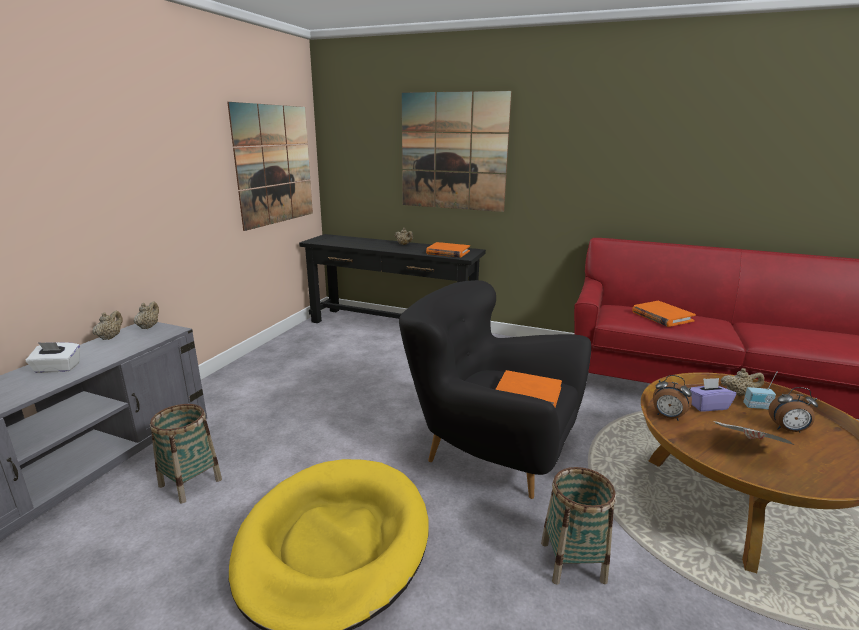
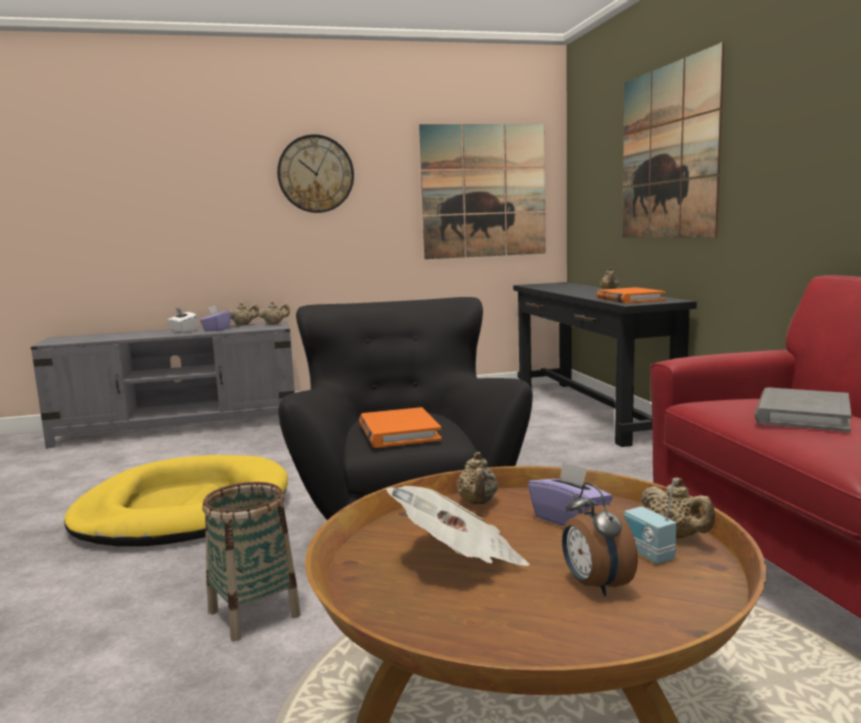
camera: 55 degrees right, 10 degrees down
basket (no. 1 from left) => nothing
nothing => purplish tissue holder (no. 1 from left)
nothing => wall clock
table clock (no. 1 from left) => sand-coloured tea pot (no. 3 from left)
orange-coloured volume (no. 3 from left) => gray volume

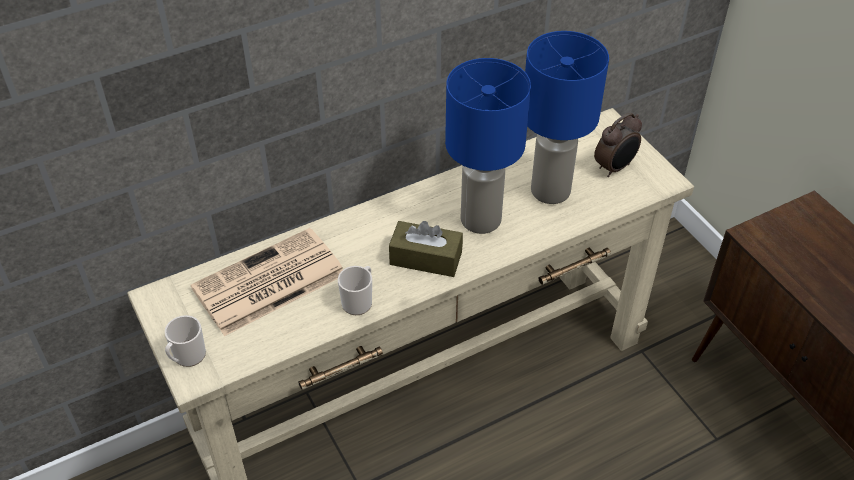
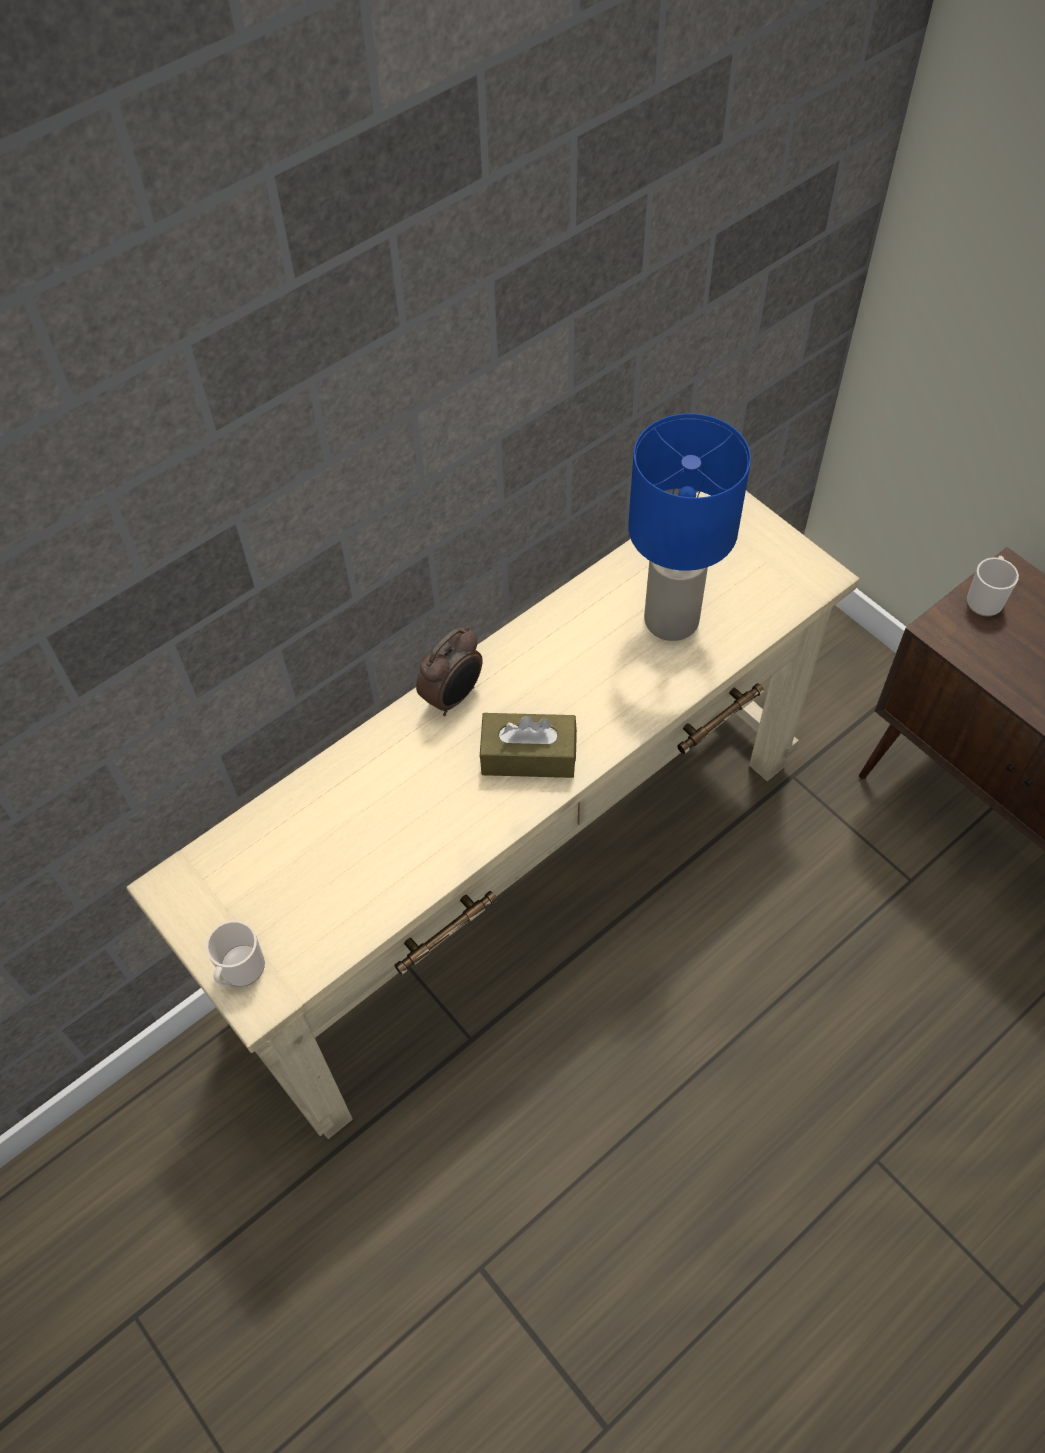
camera: 10 degrees left, 10 degrees up
daily paper => nothing
blue-coloured lamp for a table (no. 1 from left) => nothing
coffee mug (no. 2 from left), relocated
table clock, relocated

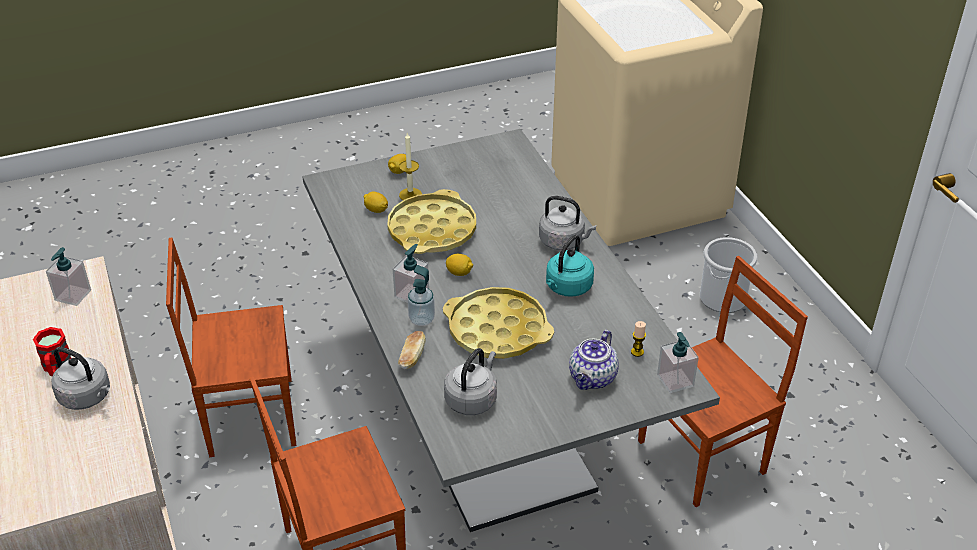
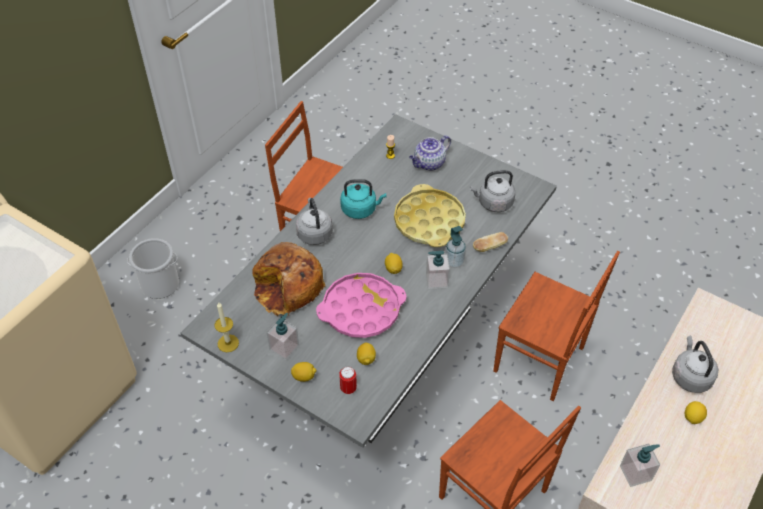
camera: 125 degrees left, 10 degrees up
nothing => baked bread (no. 1 from left)
nothing => metal can
candle (no. 1 from left), relocated
soap dispenser (no. 4 from left in the first image) => soap dispenser (no. 1 from left), relocated
red-coloured coffee mug => lemon (no. 4 from left)
yellowish carrying tray (no. 1 from left) => pink carrying tray
tea pot, 150 degrees clockwise

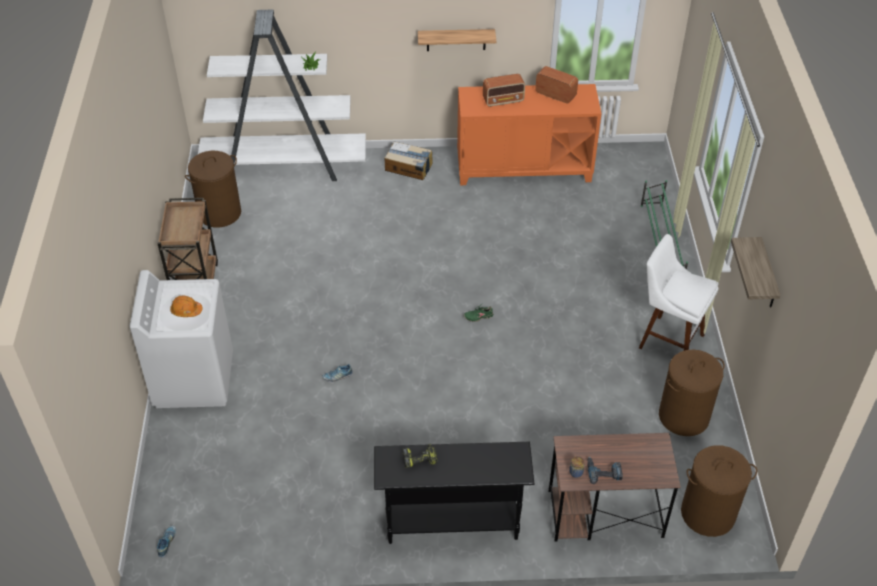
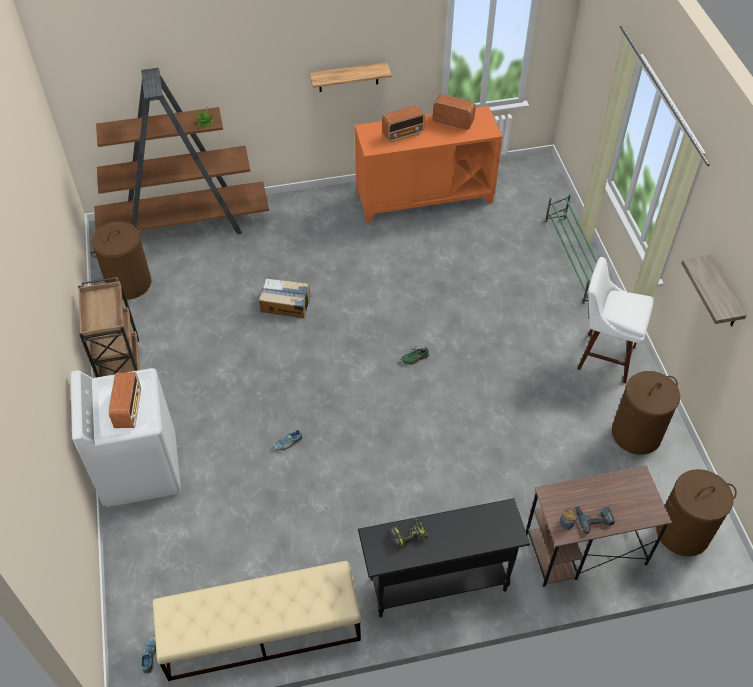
camera: 10 degrees left, 5 degrees up
nothing => sand-coloured long seat
cardboard box, relocated
orange-coloured safety helmet => radio receiver (no. 1 from left)
white-coloured bookshelf => brown-coloured bookshelf

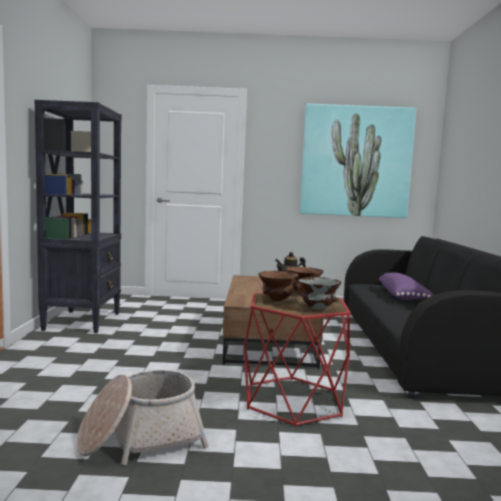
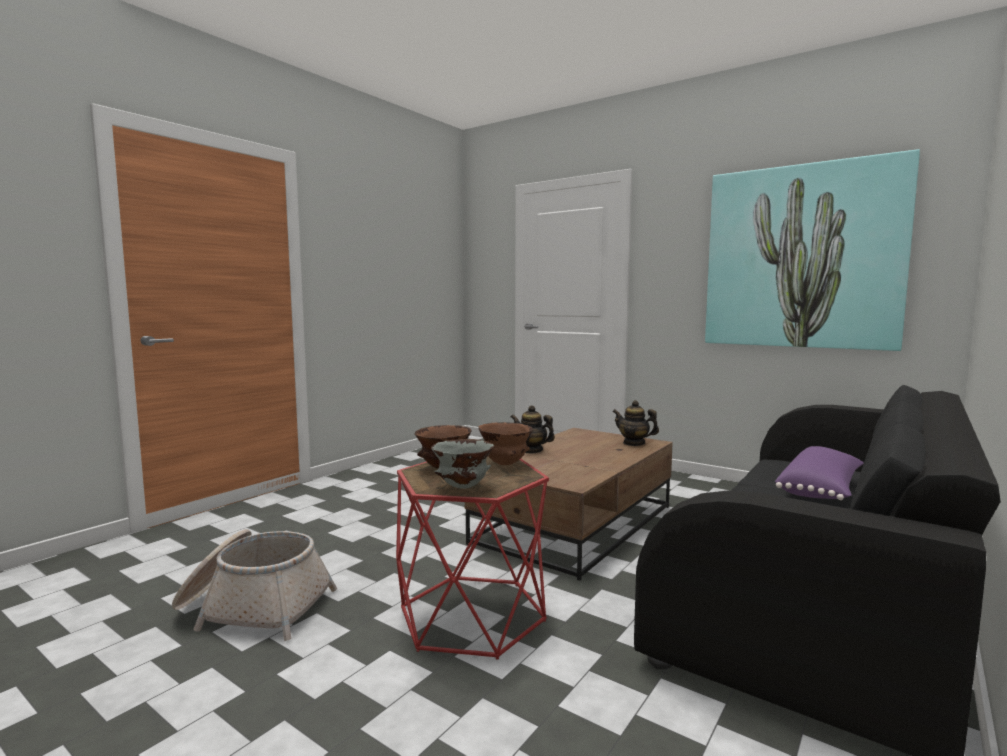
camera: 35 degrees right, 0 degrees up
black-coloured bookshelf => nothing
nothing => tea pot (no. 1 from left)

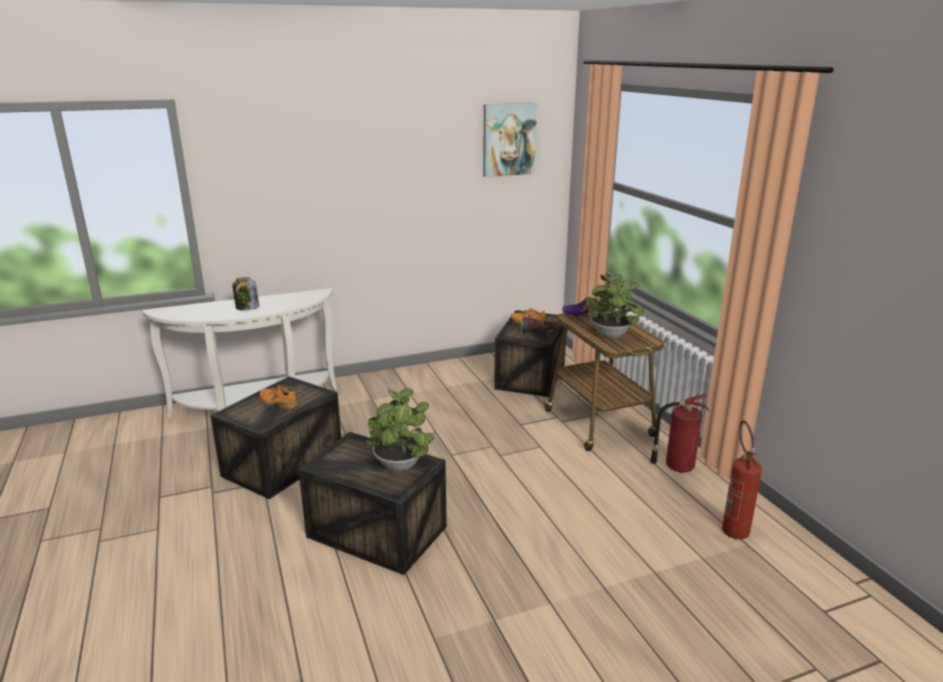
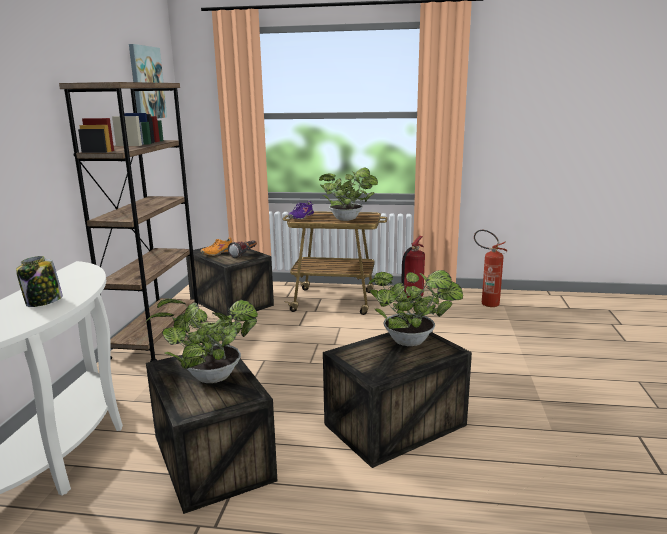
camera: 60 degrees left, 5 degrees down
nothing => brown-coloured bookshelf
orange-coloured shoe (no. 1 from left) => plant in a pot (no. 1 from left)

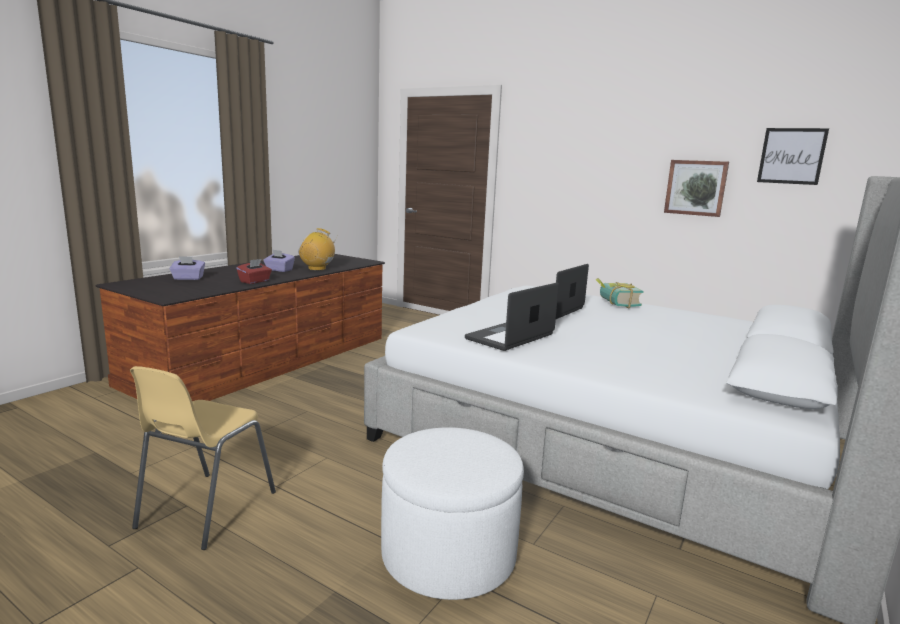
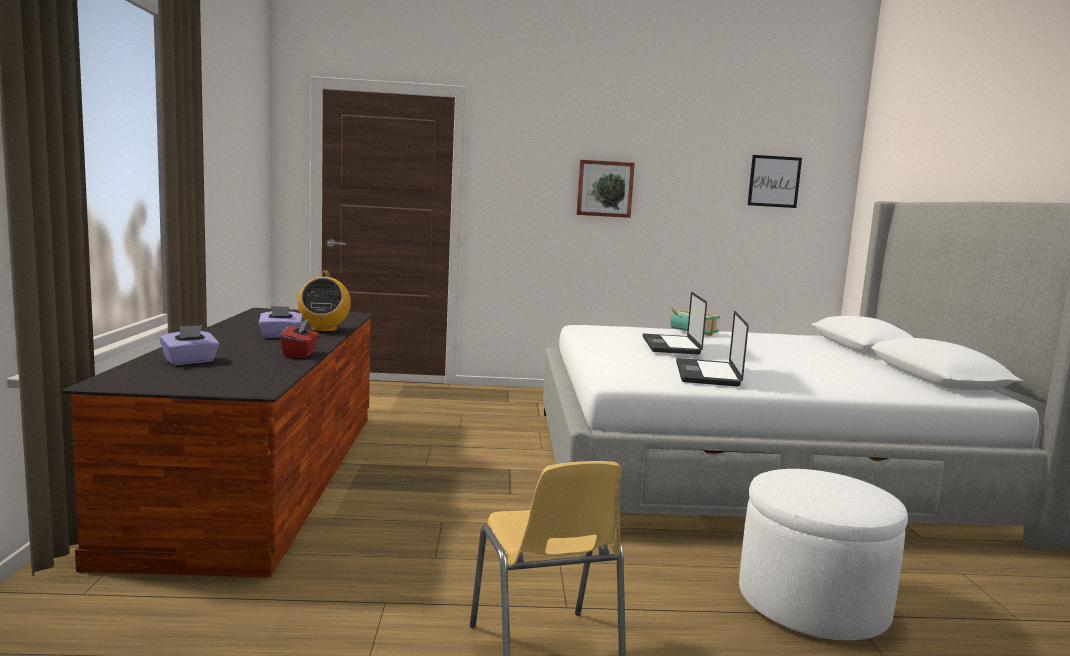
camera: 35 degrees left, 5 degrees down
wall art (no. 1 from left), relocated
radio receiver, 75 degrees counterclockwise

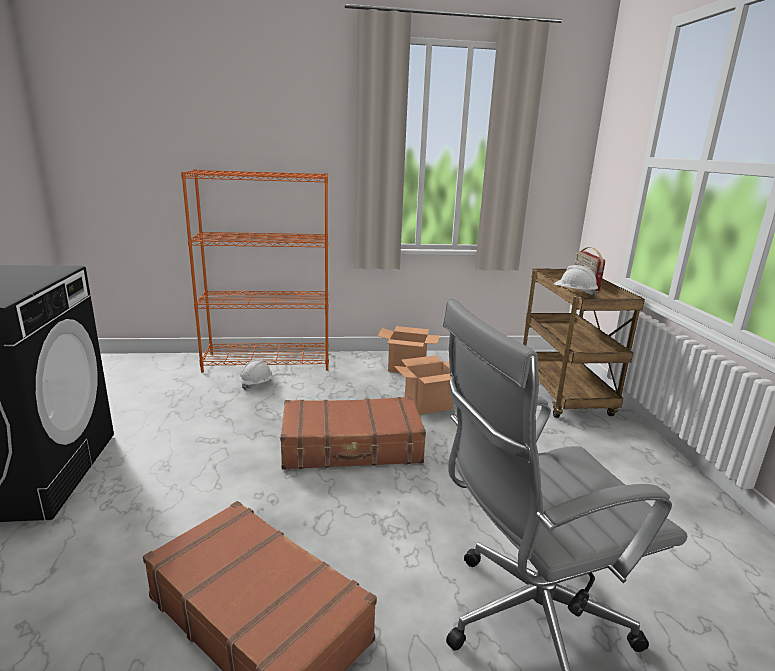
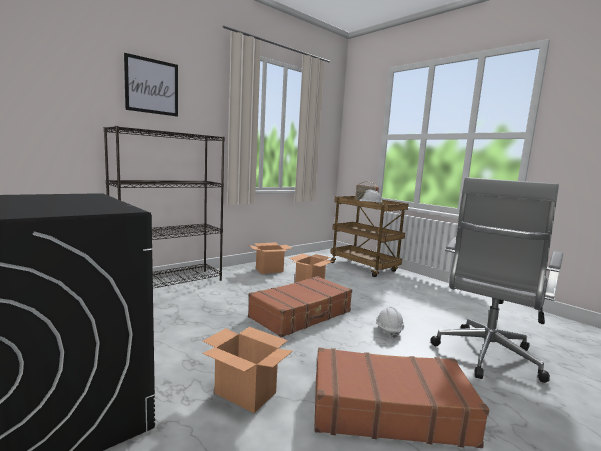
camera: 35 degrees left, 10 degrees down
nothing => wall art
nothing => cardboard box (no. 1 from left)
white-coloured safety helmet (no. 1 from left in the first image) => white-coloured safety helmet (no. 2 from left), relocated
orange-coloured bookshelf => black-coloured bookshelf

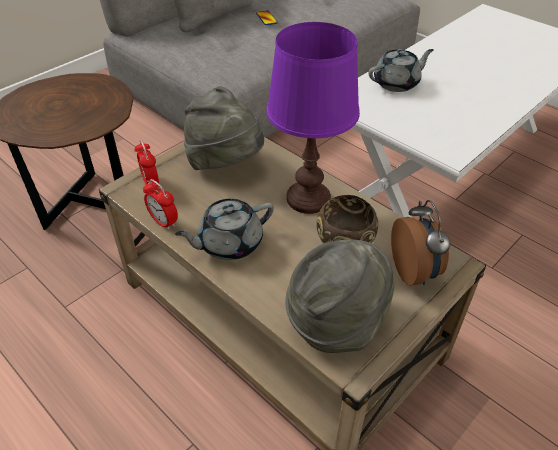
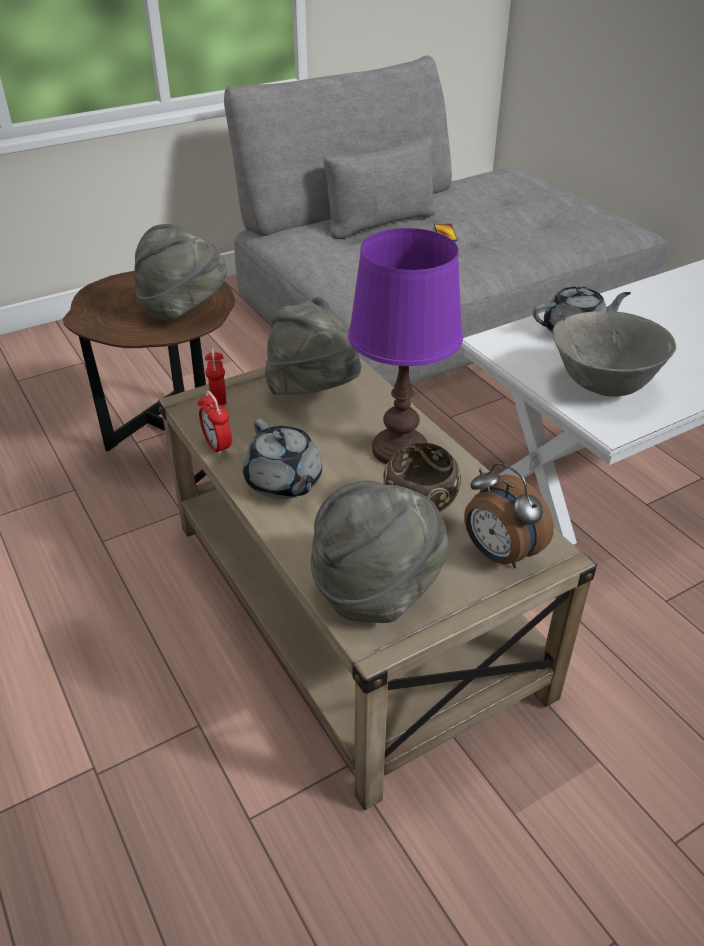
camera: 15 degrees right, 5 degrees down
nothing => gray wearable hat (no. 1 from left)
nothing => gray deep dish
gray tea pot (no. 1 from left), 105 degrees counterclockwise
table clock (no. 3 from left), 135 degrees clockwise

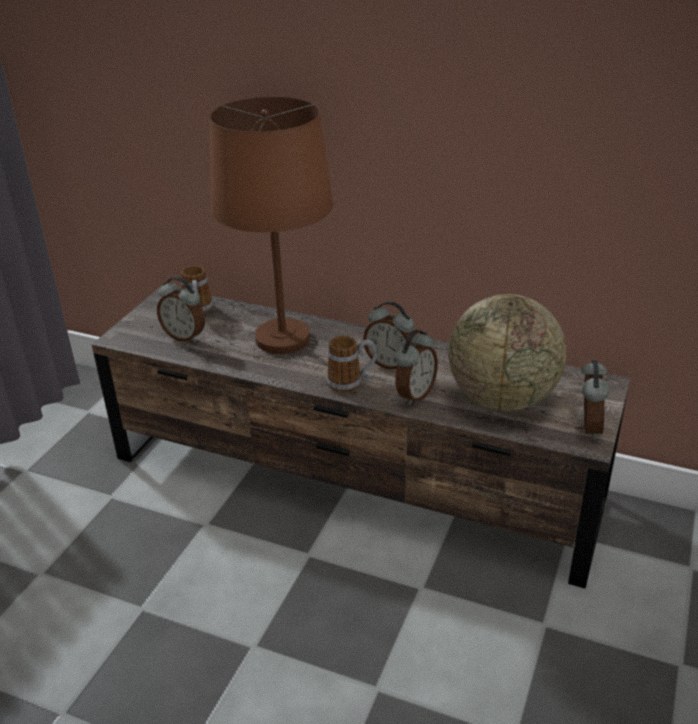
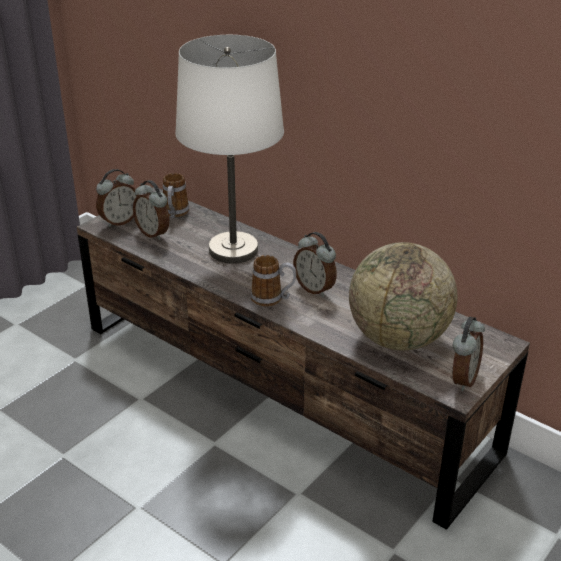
camera: 15 degrees right, 0 degrees up
table clock (no. 3 from left in the first image) => table clock (no. 1 from left), relocated
brown-coloured lamp for a table => white-coloured lamp for a table

